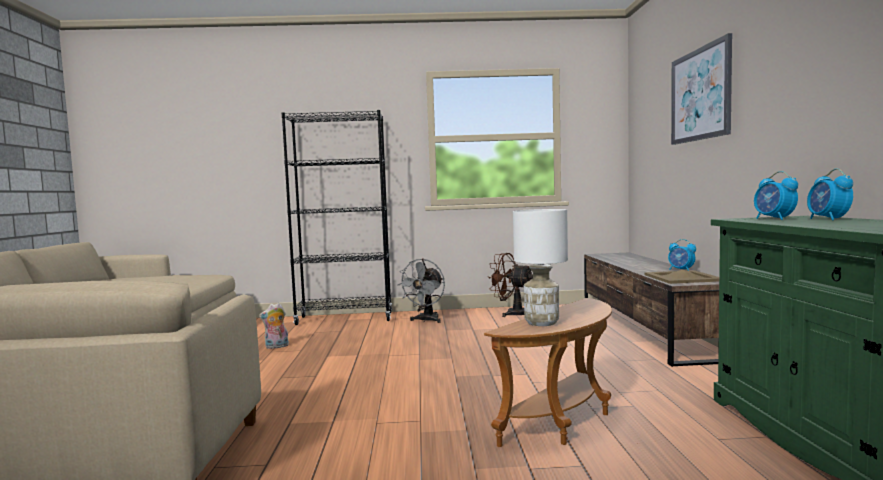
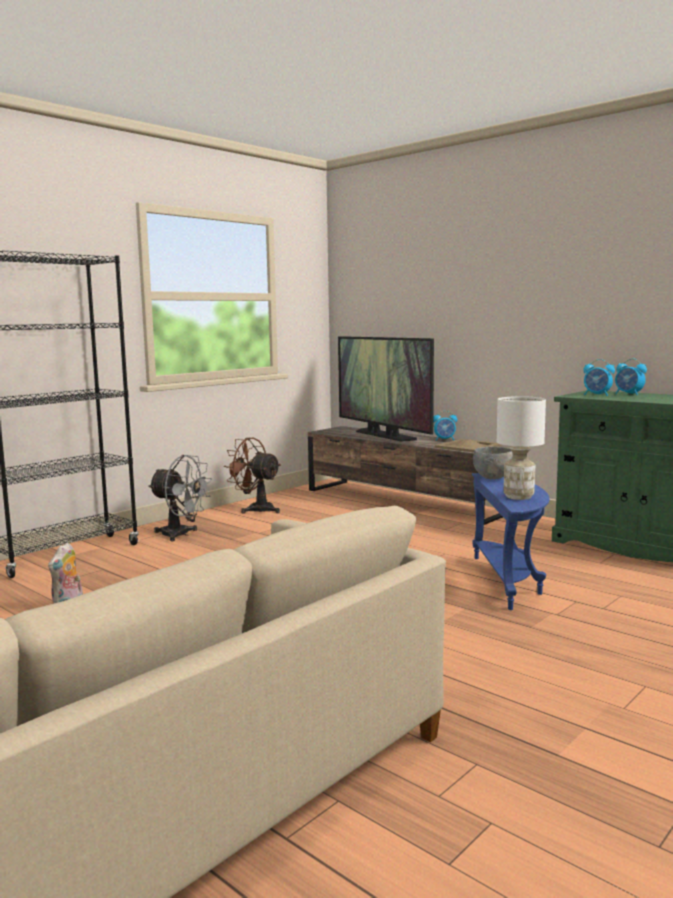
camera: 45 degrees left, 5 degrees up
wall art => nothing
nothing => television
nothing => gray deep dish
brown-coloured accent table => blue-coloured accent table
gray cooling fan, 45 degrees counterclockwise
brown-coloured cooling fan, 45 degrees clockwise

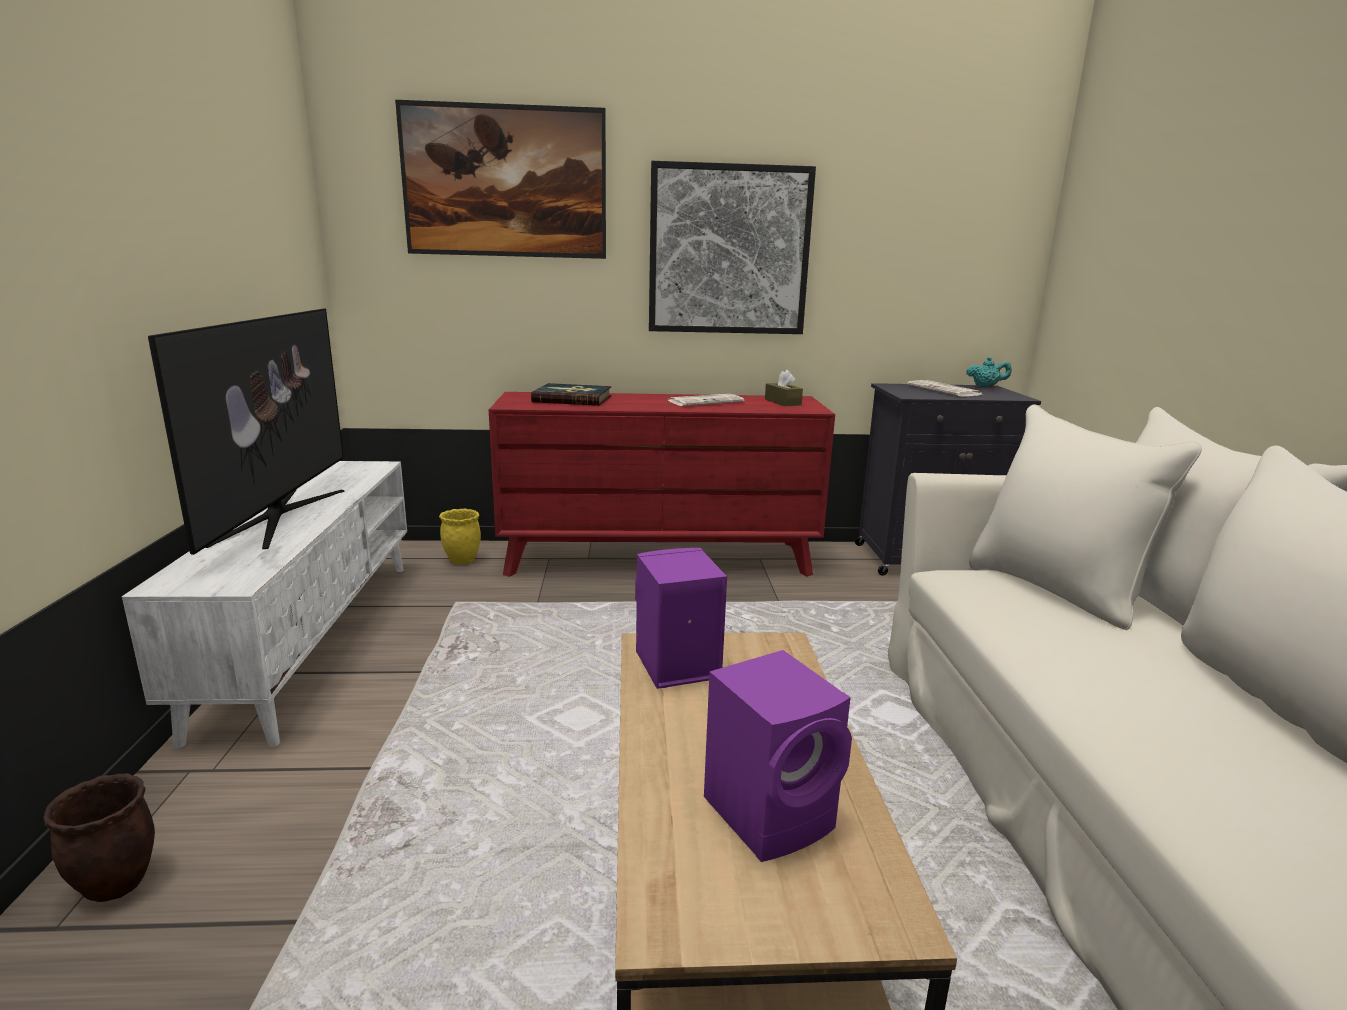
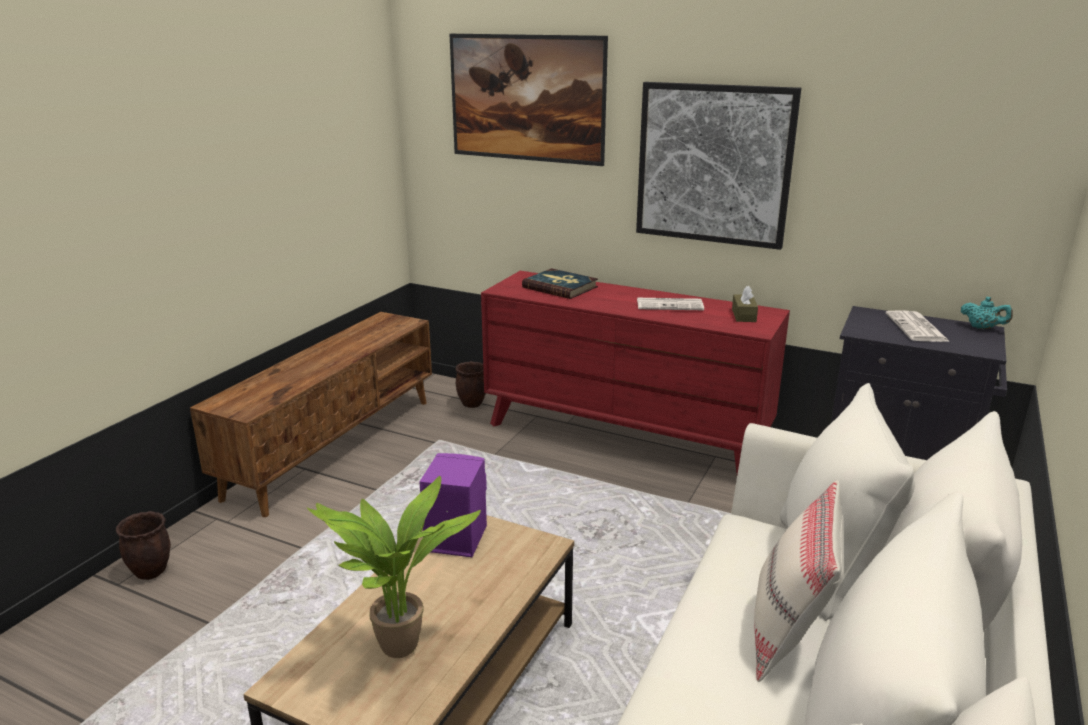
camera: 30 degrees right, 5 degrees up
television => nothing
nothing => sand-coloured pillow
purplish speaker (no. 2 from left) => plant in a pot
white-coloured tv stand => brown-coloured tv stand
yellowish flower pot => brown-coloured flower pot (no. 2 from left)

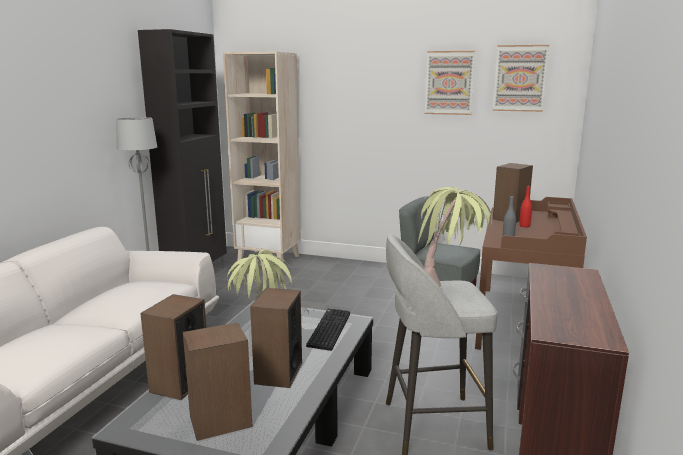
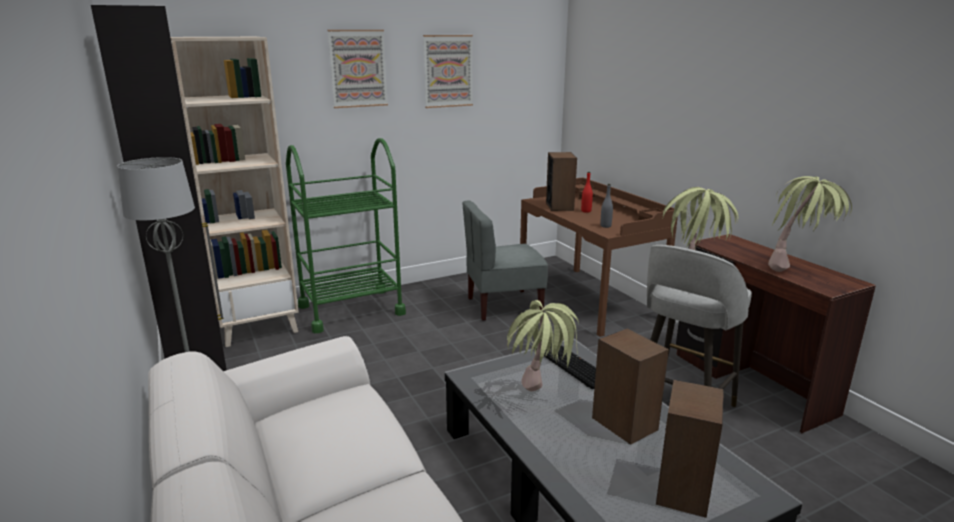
camera: 45 degrees left, 5 degrees up
speaker (no. 1 from left) => nothing
nothing => green-coloured wheeled cart
nothing => plant in a pot (no. 3 from left)
wall art (no. 2 from left in the first image) => wall art (no. 1 from left), relocated

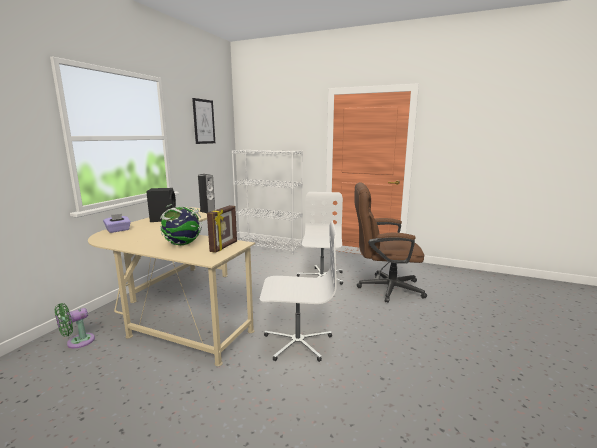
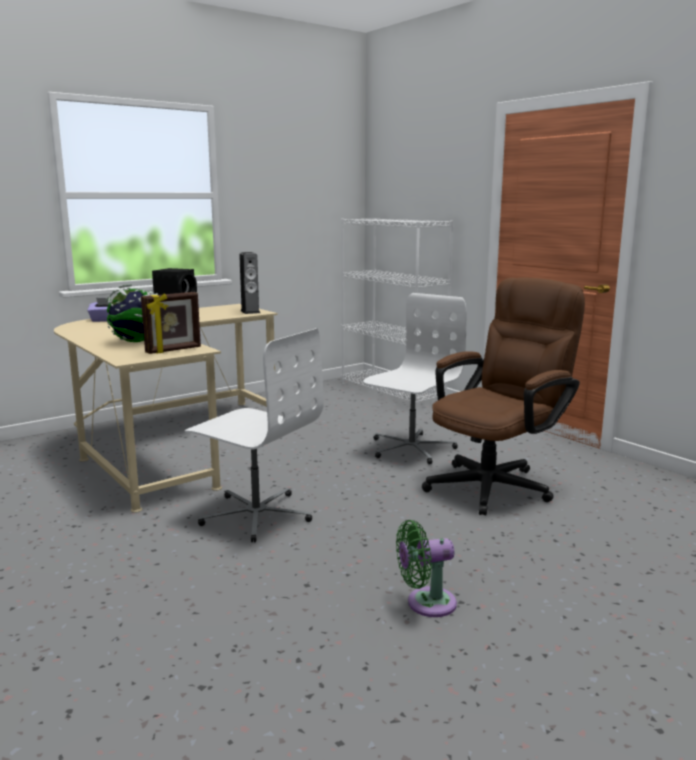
camera: 30 degrees right, 0 degrees up
wall art => nothing
green-coloured cooling fan, relocated
brown-coloured computer chair, 105 degrees clockwise

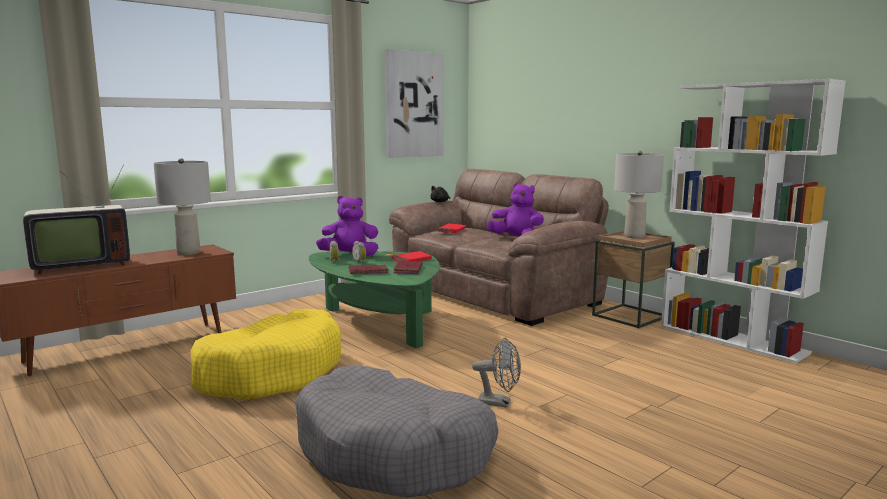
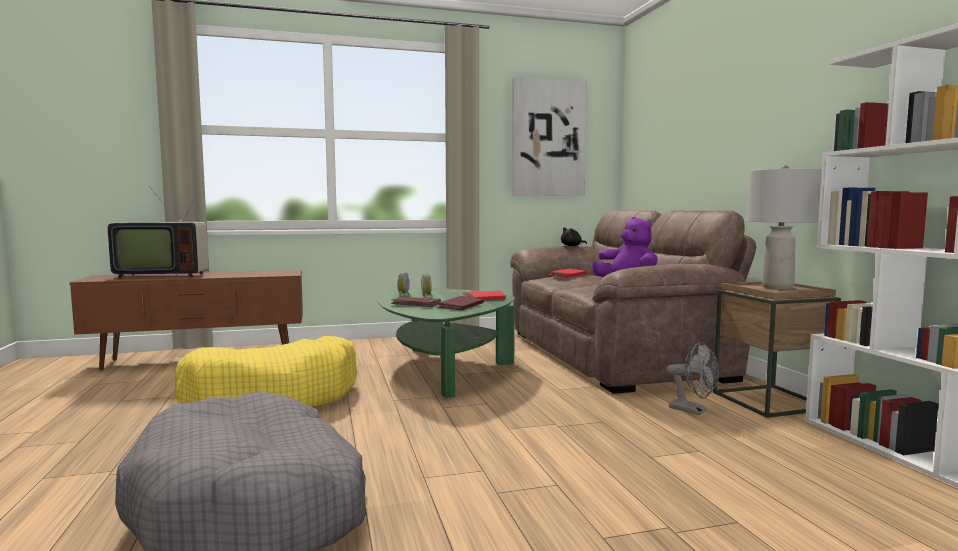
camera: 25 degrees right, 5 degrees down
gray lamp for a table (no. 1 from left) => nothing
purplish plush toy (no. 1 from left) => nothing
gray cooling fan, relocated

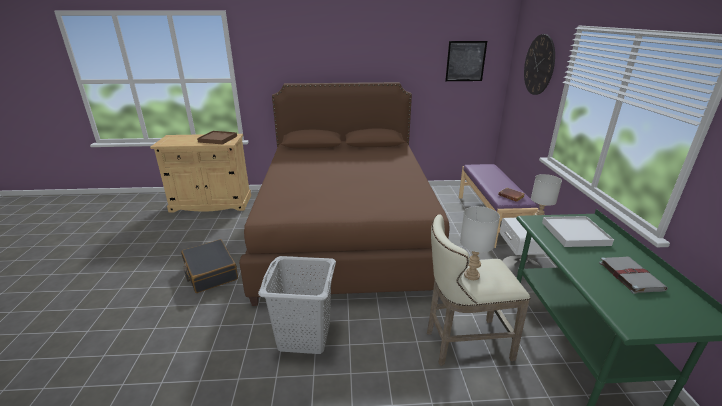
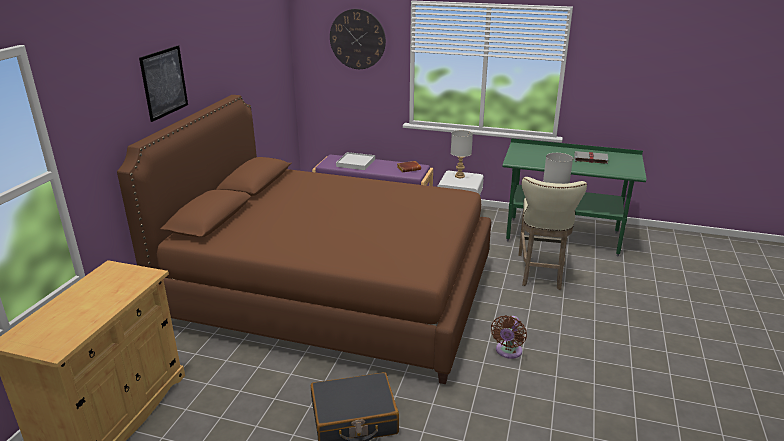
camera: 70 degrees left, 0 degrees up
brown-coloured carrying tray => nothing
wall art, relocated
white-coloured carrying tray, relocated
gray washing basket => brown-coloured cooling fan

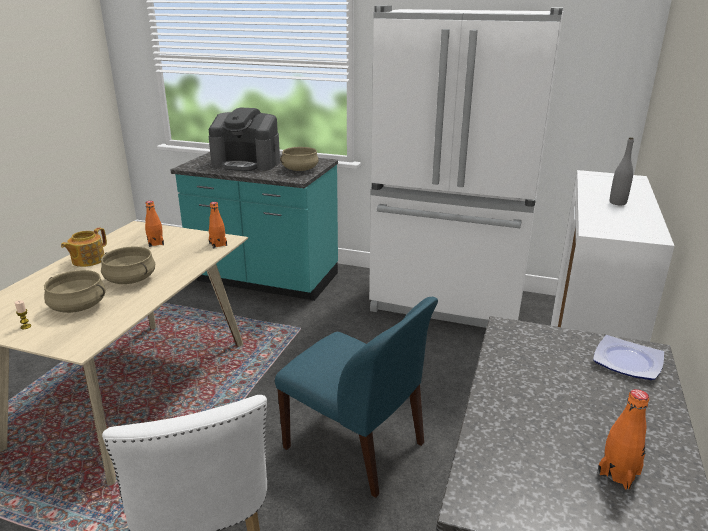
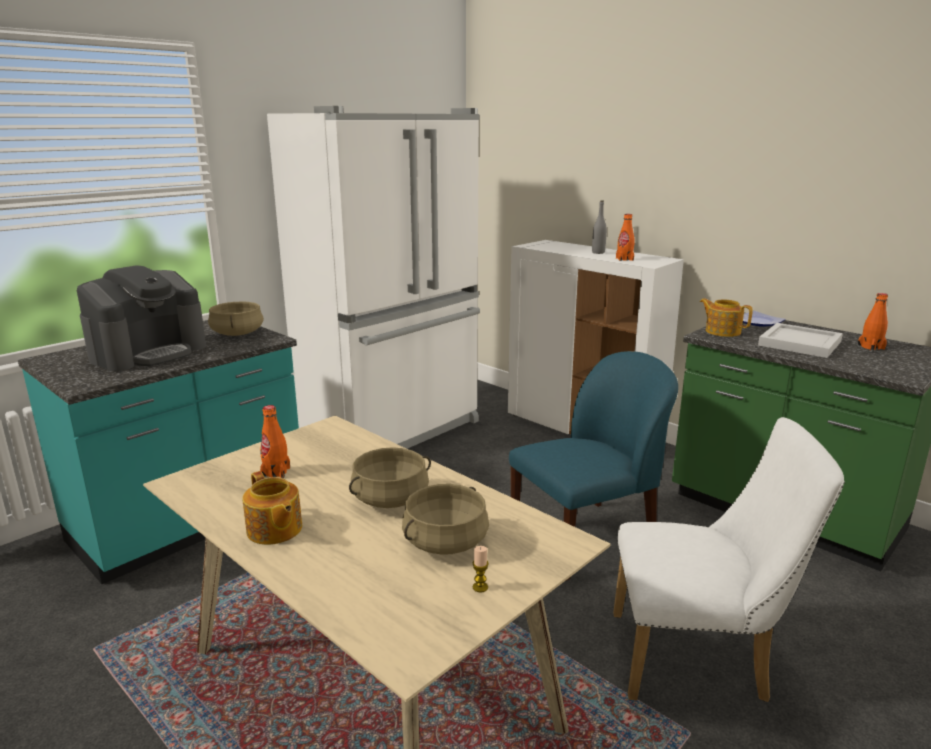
camera: 65 degrees left, 5 degrees down
nothing => tea pot (no. 2 from left)
nothing => white-coloured carrying tray
orange-coloured beverage bottle (no. 2 from left), relocated

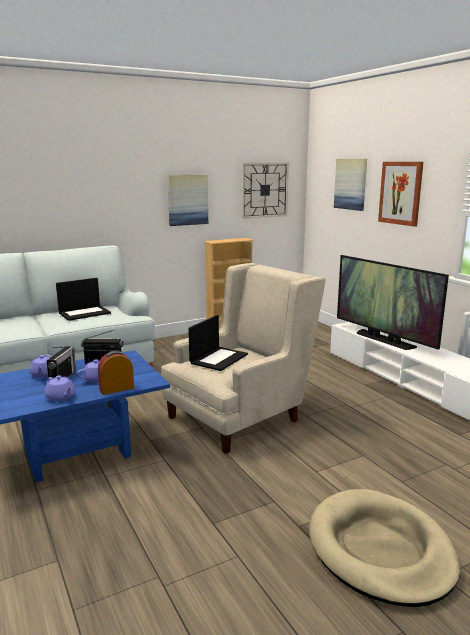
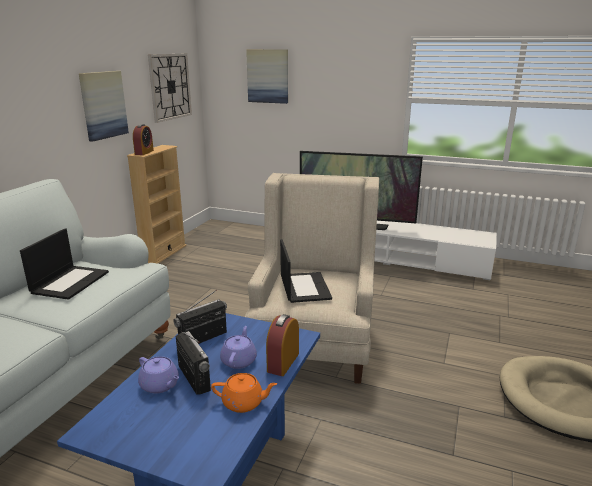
camera: 40 degrees left, 5 degrees up
wall art (no. 3 from left) => nothing
nothing => table clock (no. 1 from left)
purplish tea pot (no. 2 from left) => orange-coloured tea pot

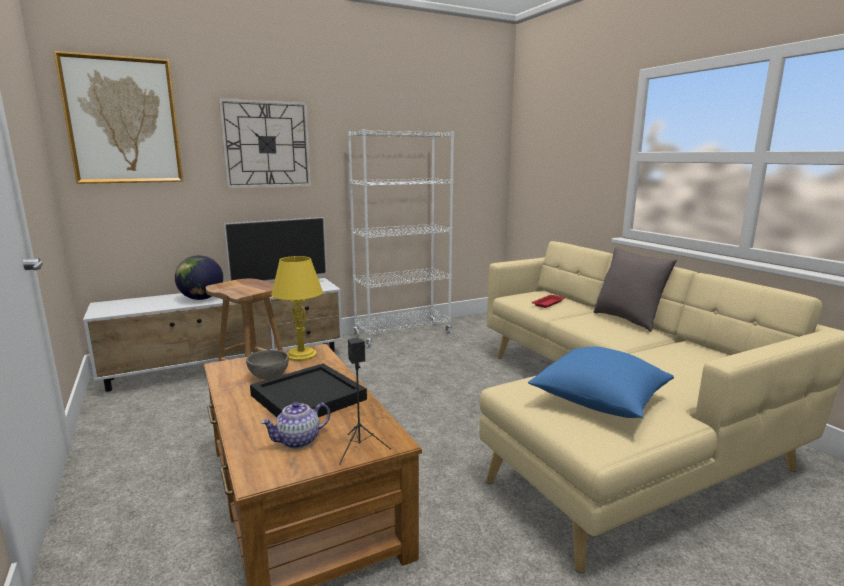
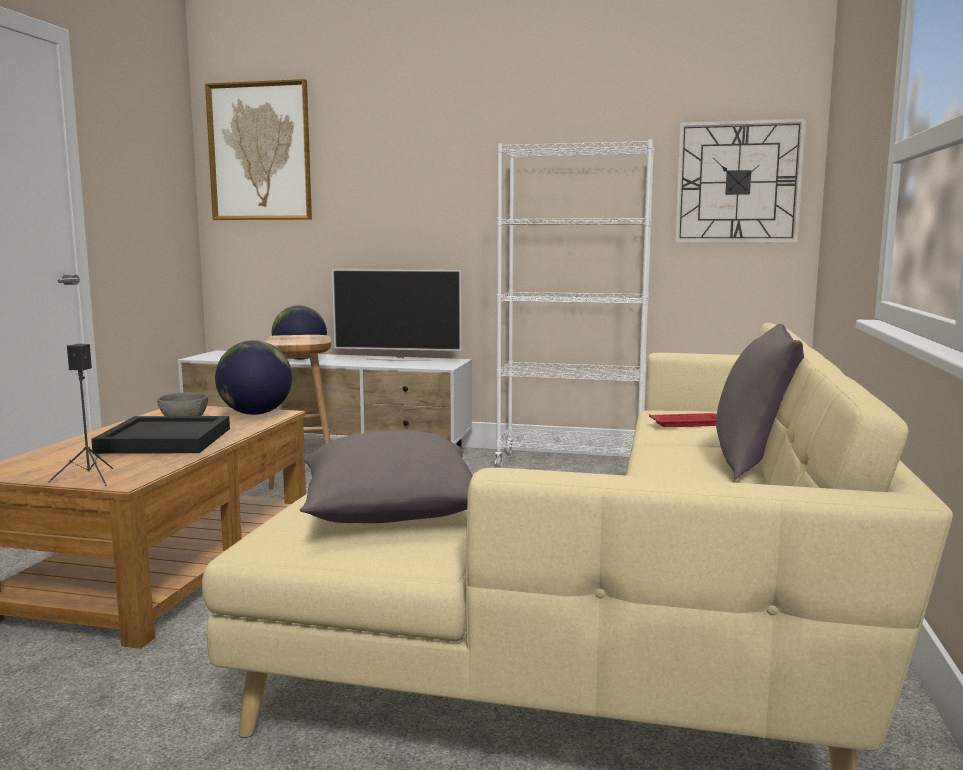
camera: 40 degrees right, 5 degrees down
tea pot => nothing
wall clock, relocated
yellowish lamp for a table => desk globe (no. 1 from left)
blue-coloured pillow => gray pillow (no. 1 from left)

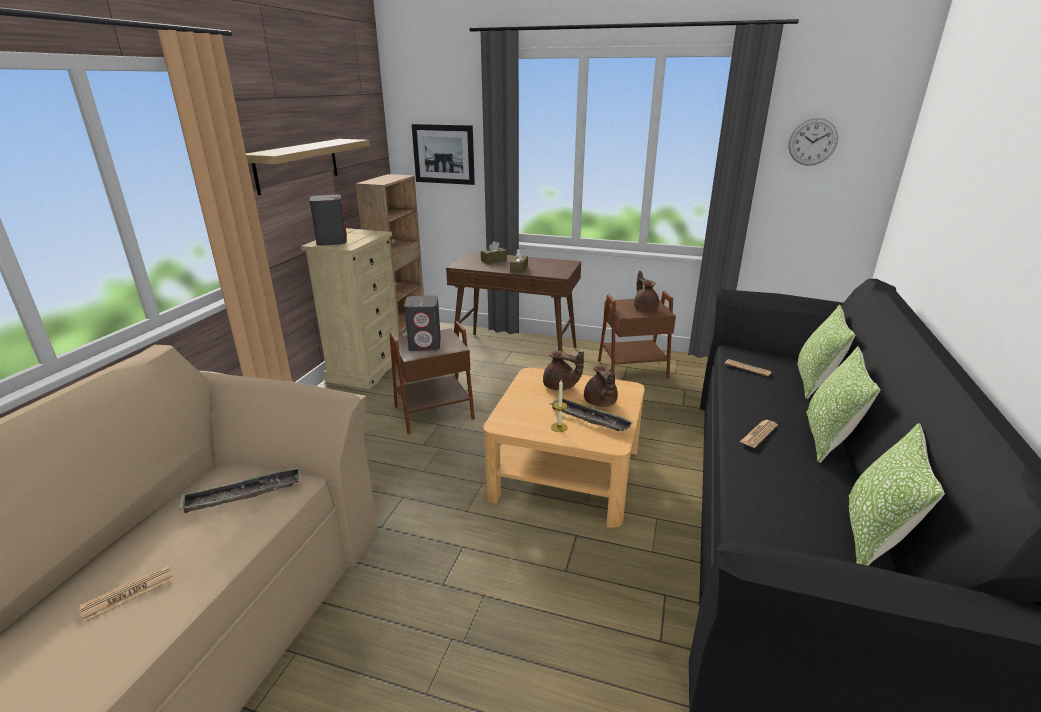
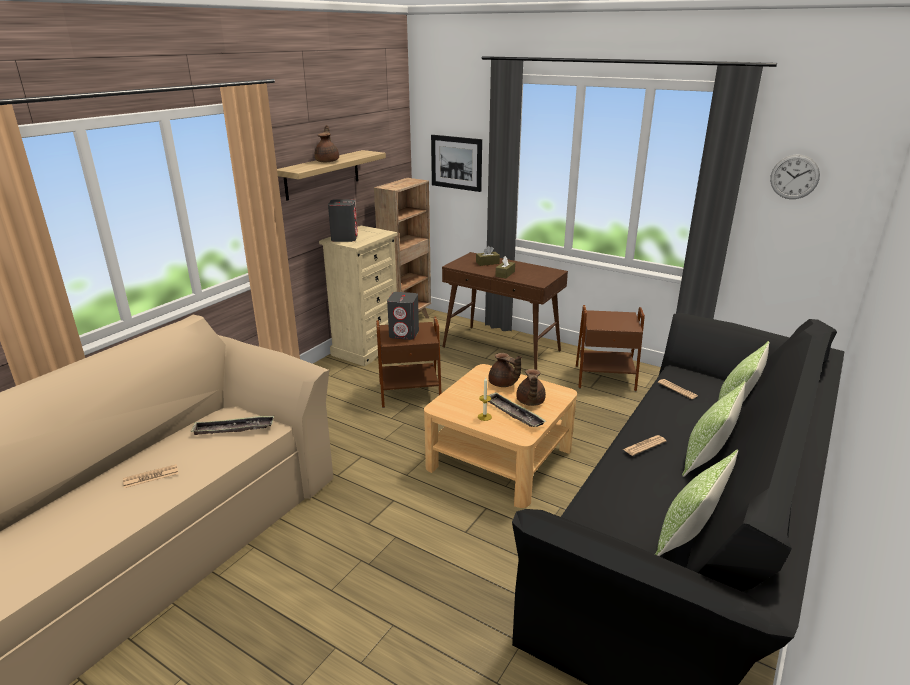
camera: 15 degrees right, 0 degrees up
brown-coloured tea pot (no. 3 from left in the first image) => brown-coloured tea pot (no. 1 from left), relocated

